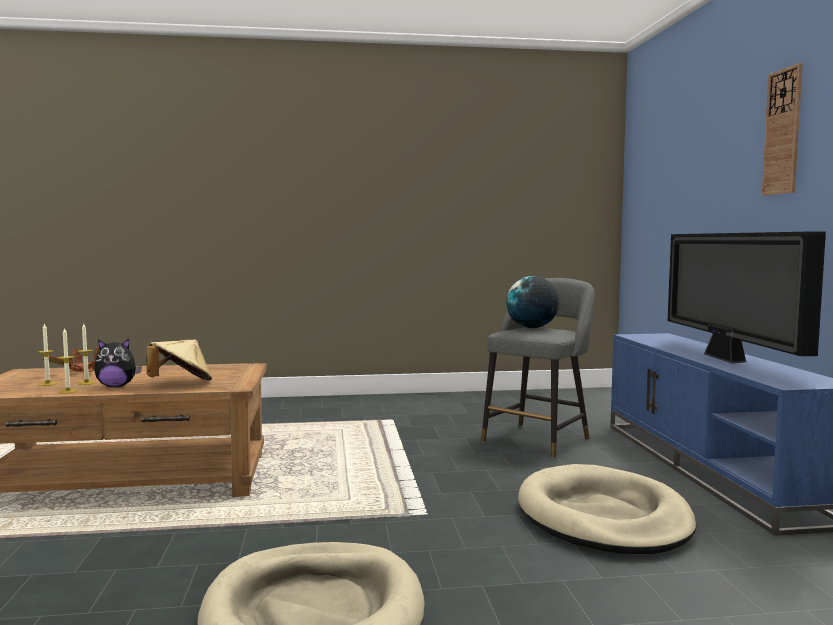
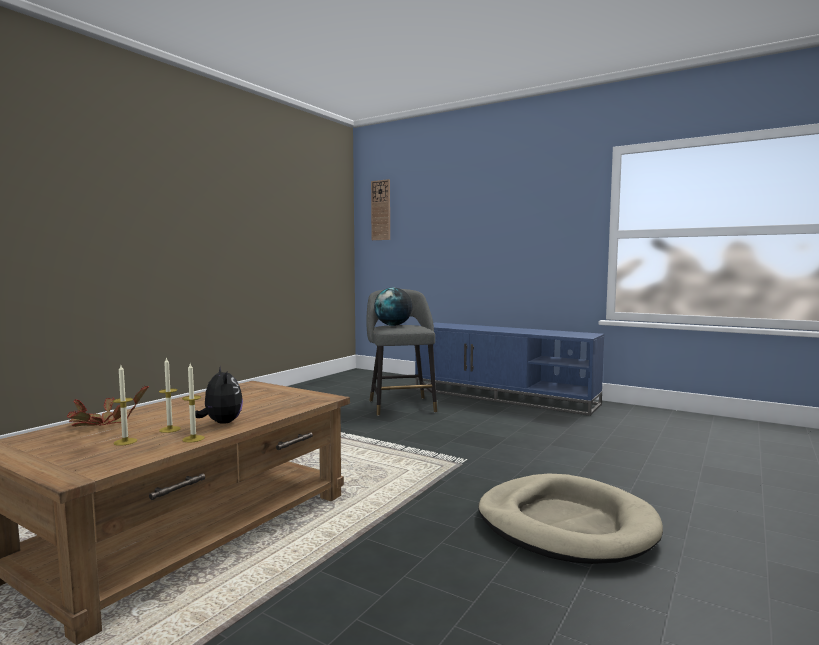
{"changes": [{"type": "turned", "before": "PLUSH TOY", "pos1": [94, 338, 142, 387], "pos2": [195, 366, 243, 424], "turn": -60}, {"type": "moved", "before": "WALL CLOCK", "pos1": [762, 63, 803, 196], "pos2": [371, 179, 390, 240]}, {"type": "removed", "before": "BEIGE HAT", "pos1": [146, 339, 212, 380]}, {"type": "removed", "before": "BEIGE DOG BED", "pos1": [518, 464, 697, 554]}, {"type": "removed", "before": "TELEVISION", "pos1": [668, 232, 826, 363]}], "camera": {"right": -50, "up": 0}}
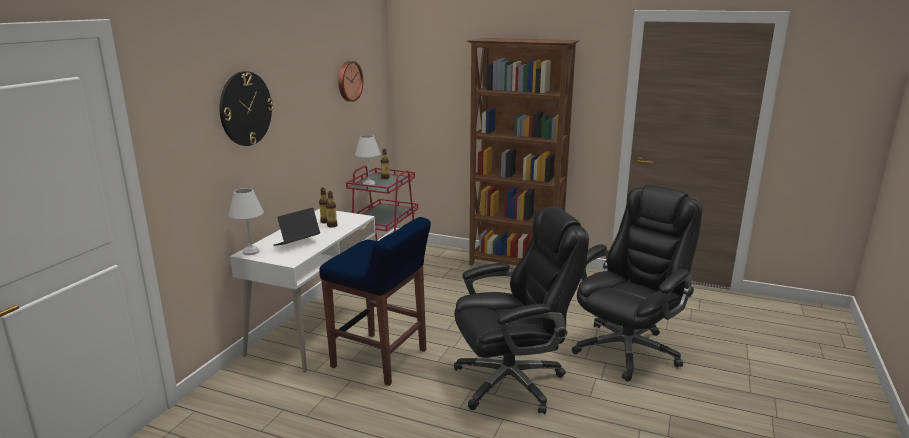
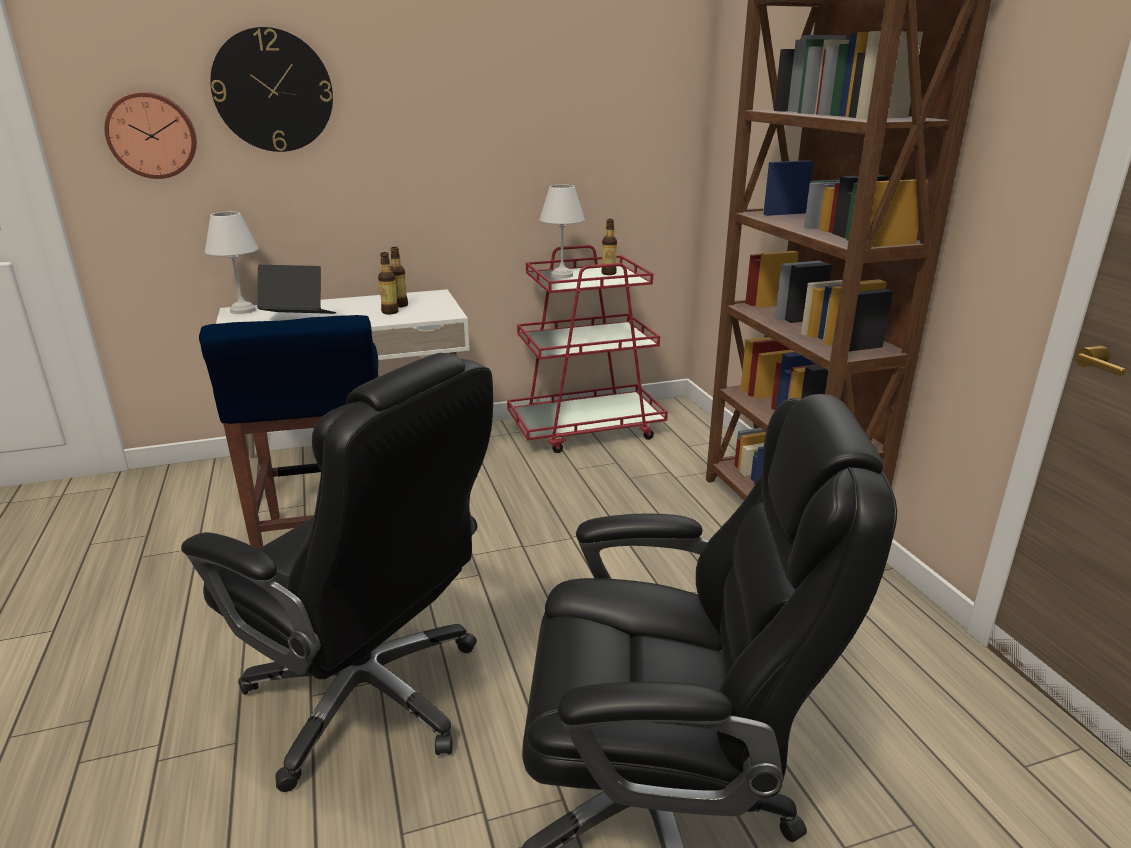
{"changes": [{"type": "moved", "before": "WALL CLOCK", "pos1": [338, 61, 363, 102], "pos2": [104, 92, 197, 179]}], "camera": {"right": 50, "up": 5}}
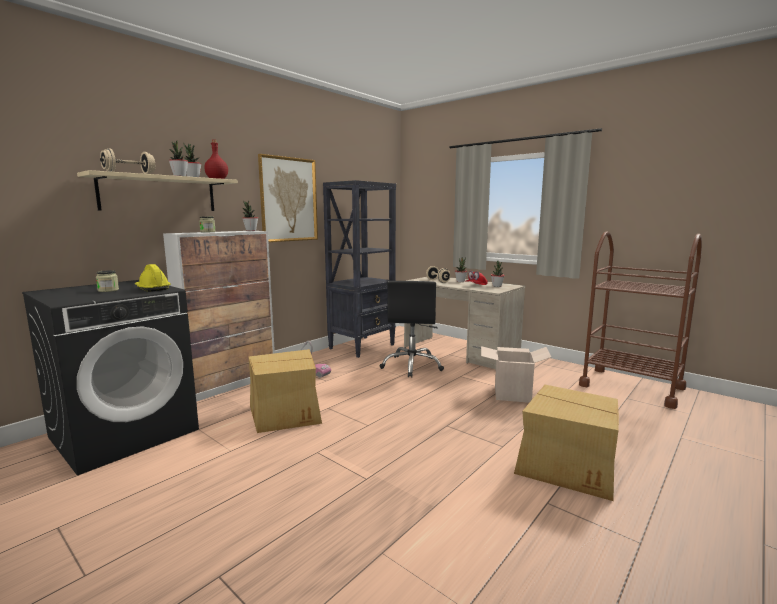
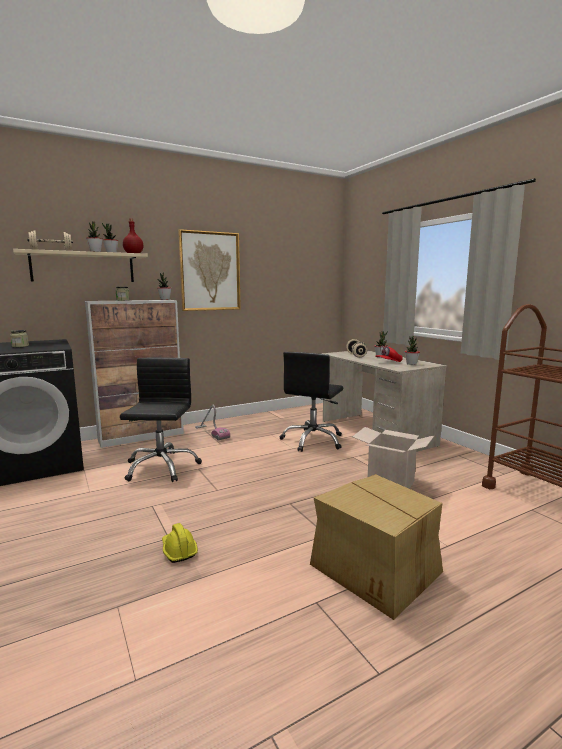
{"changes": [{"type": "replaced", "before": "CARDBOARD BOX", "after": "BLACK OFFICE CHAIR", "pos1": [249, 349, 322, 433], "pos2": [120, 358, 202, 482]}, {"type": "moved", "before": "YELLOW HARD HAT", "pos1": [135, 264, 171, 292], "pos2": [162, 523, 198, 563]}, {"type": "removed", "before": "BLACK BOOKCASE", "pos1": [323, 180, 396, 358]}], "camera": {"right": 20, "up": 0}}
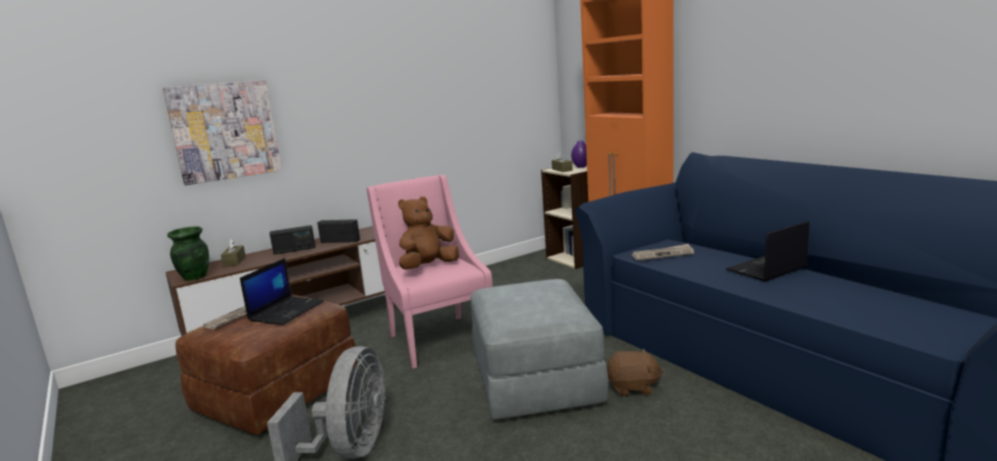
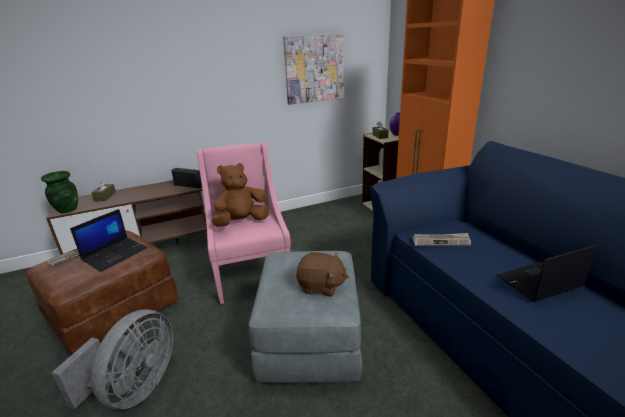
{"changes": [{"type": "moved", "before": "PICTURE", "pos1": [163, 80, 282, 185], "pos2": [283, 34, 344, 105]}, {"type": "moved", "before": "BROWN PLUSH TOY", "pos1": [607, 349, 663, 396], "pos2": [296, 252, 349, 297]}, {"type": "removed", "before": "RADIO", "pos1": [270, 225, 316, 255]}], "camera": {"right": 10, "up": 10}}
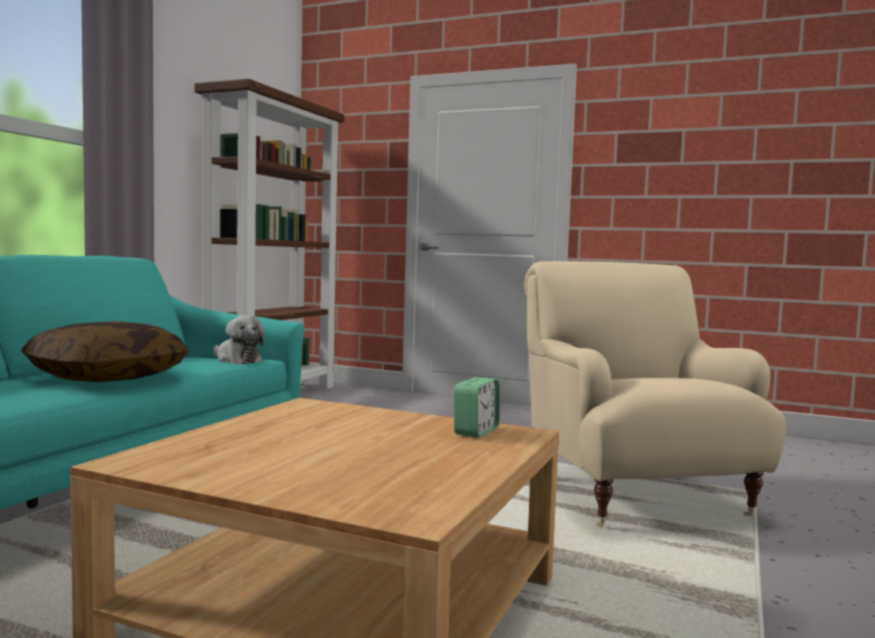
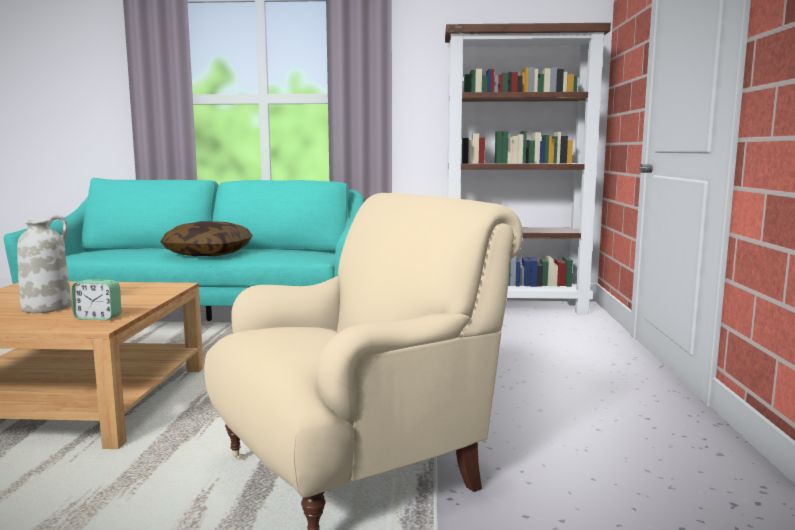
{"changes": [{"type": "added", "after": "WHITE VASE", "pos2": [17, 215, 72, 313]}, {"type": "removed", "before": "PLUSH TOY", "pos1": [213, 315, 264, 364]}], "camera": {"right": 70, "up": 5}}
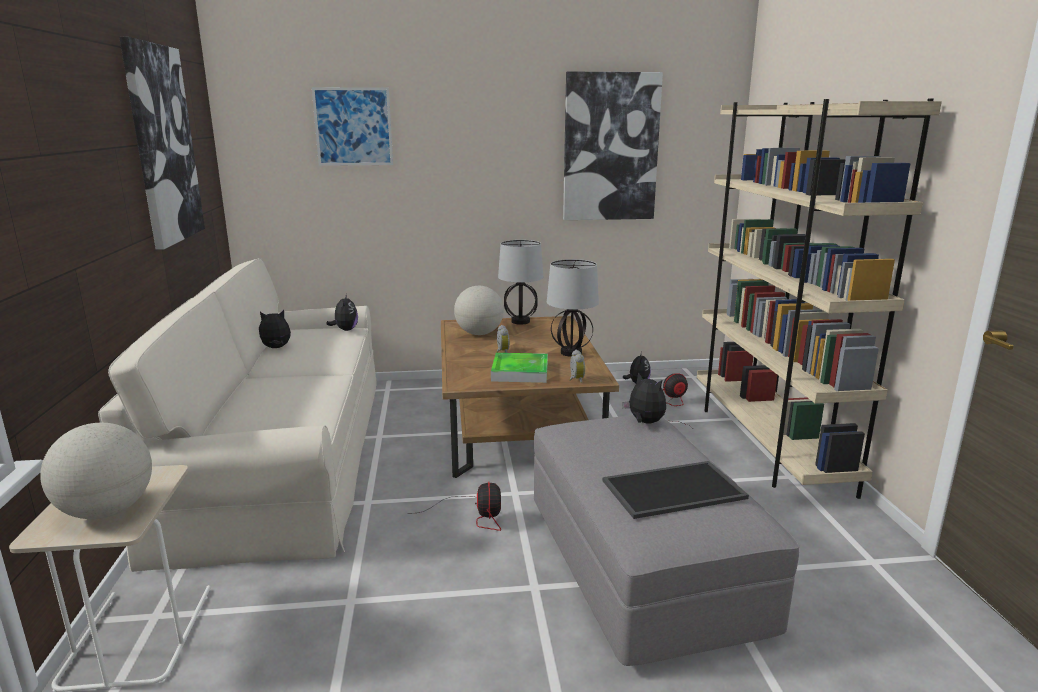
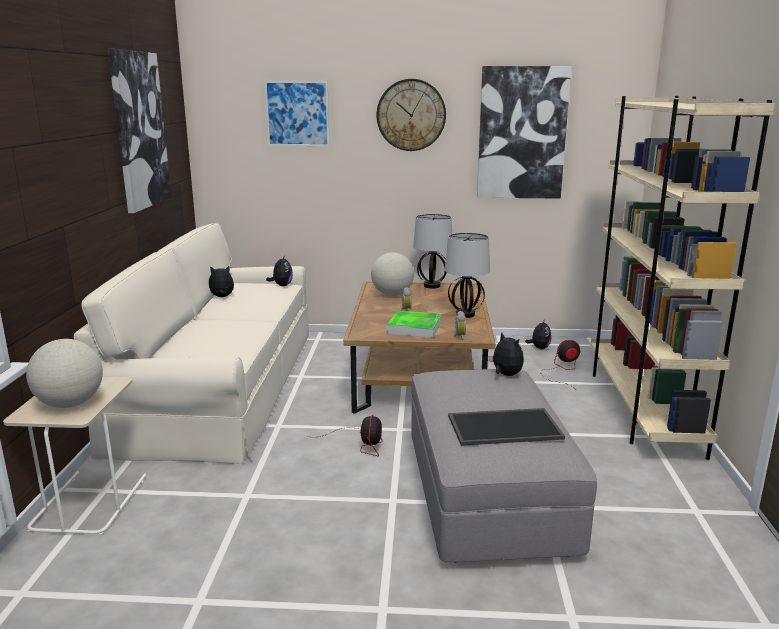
{"changes": [{"type": "added", "after": "WALL CLOCK", "pos2": [377, 79, 446, 151]}], "camera": {"right": 10, "up": 0}}
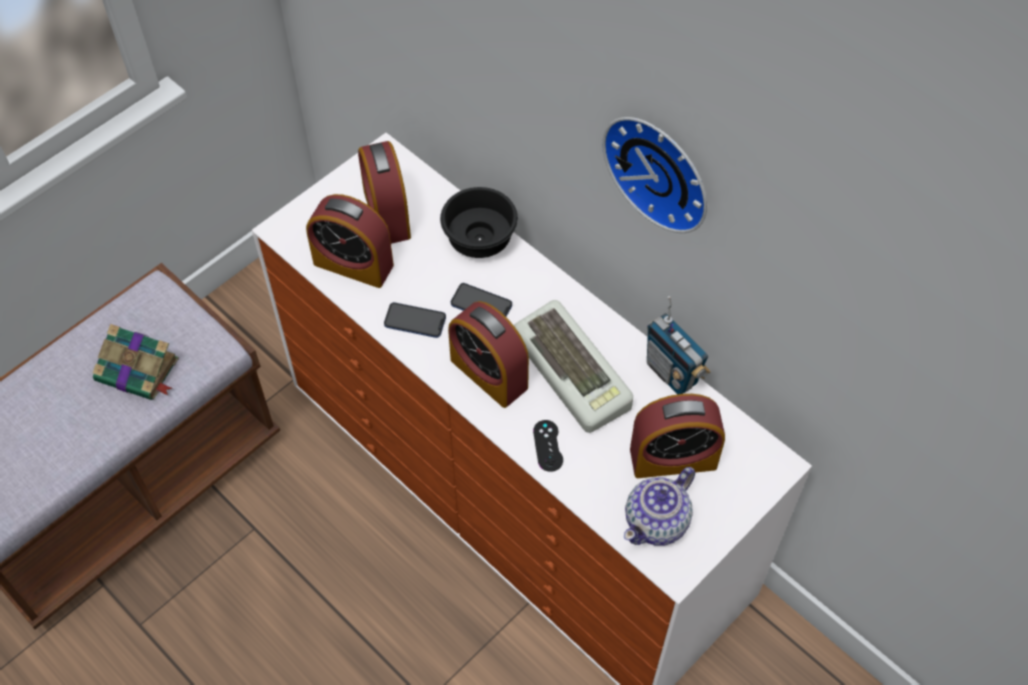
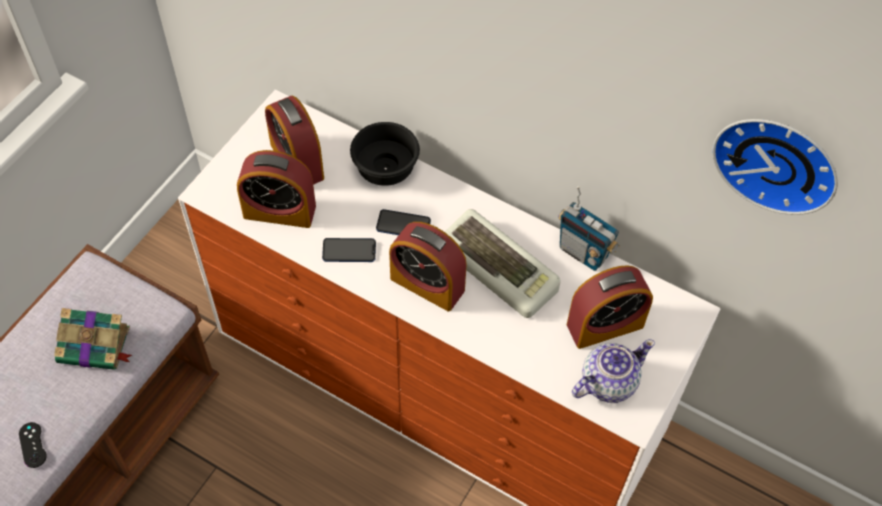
{"changes": [{"type": "moved", "before": "BLACK GAME CONTROLLER", "pos1": [533, 420, 563, 472], "pos2": [19, 422, 47, 468]}, {"type": "turned", "before": "TEAPOT", "pos1": [624, 467, 695, 546], "pos2": [572, 339, 655, 403], "turn": -150}, {"type": "moved", "before": "WALL CLOCK", "pos1": [602, 117, 707, 233], "pos2": [712, 119, 838, 215]}], "camera": {"right": -15, "up": 0}}
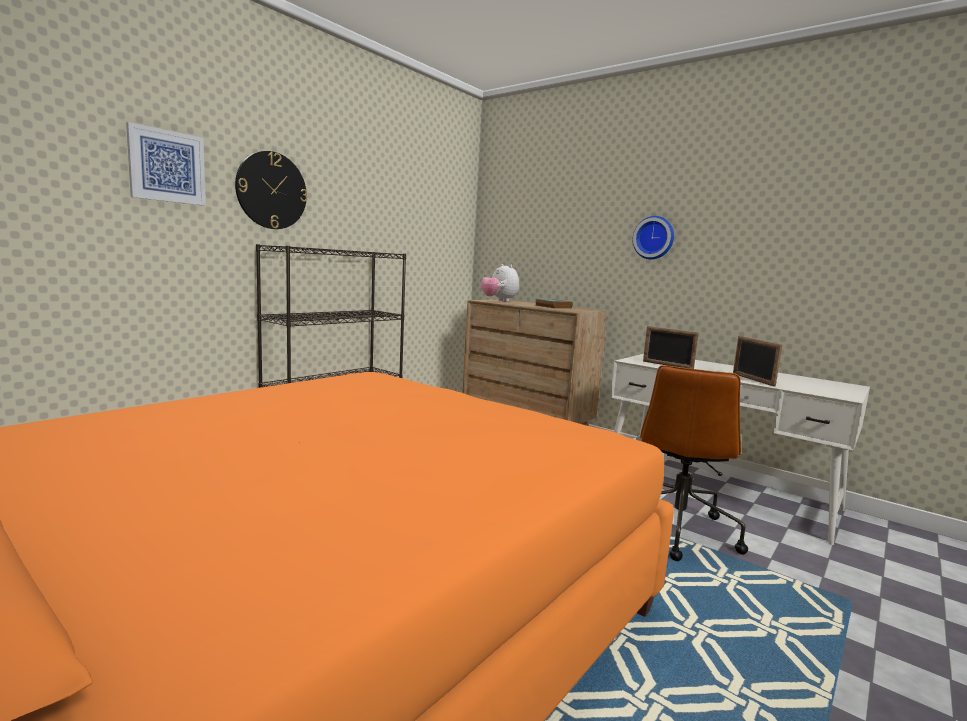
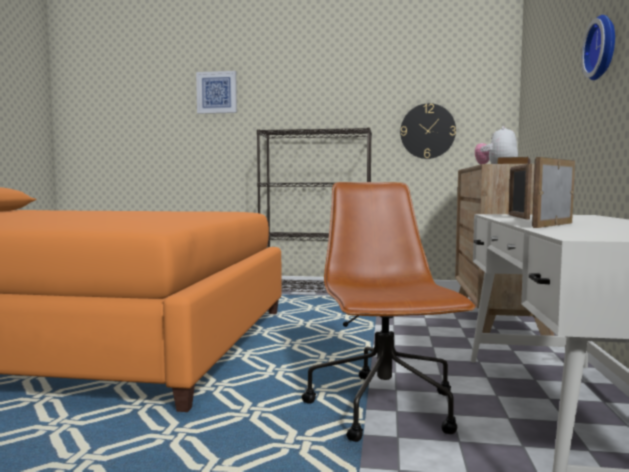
{"changes": [{"type": "turned", "before": "BROWN OFFICE CHAIR", "pos1": [640, 365, 748, 561], "pos2": [302, 182, 476, 442], "turn": 90}, {"type": "moved", "before": "WALL CLOCK", "pos1": [235, 151, 308, 229], "pos2": [400, 103, 456, 159]}], "camera": {"right": 60, "up": -5}}
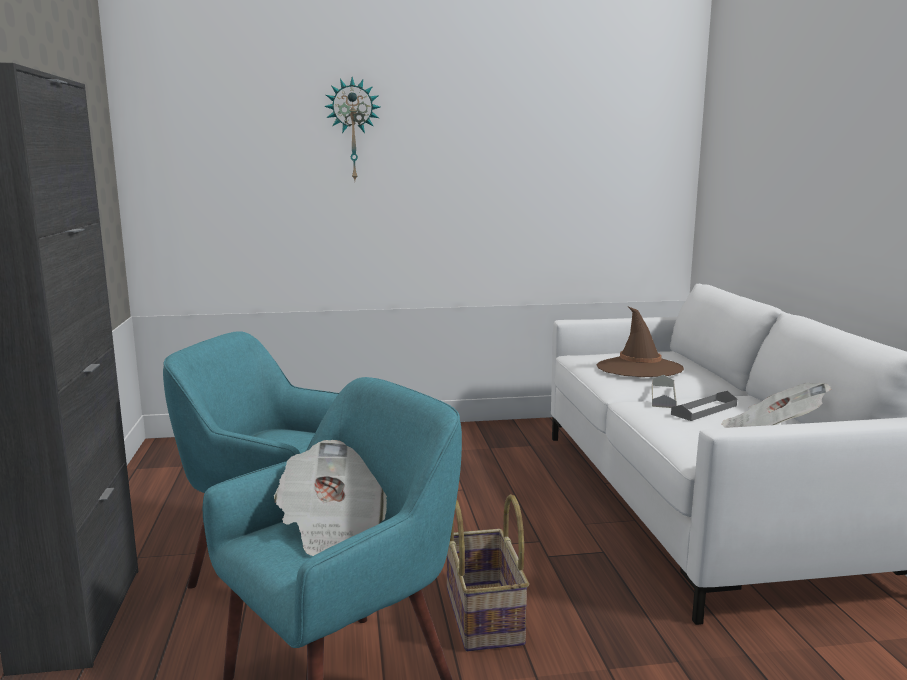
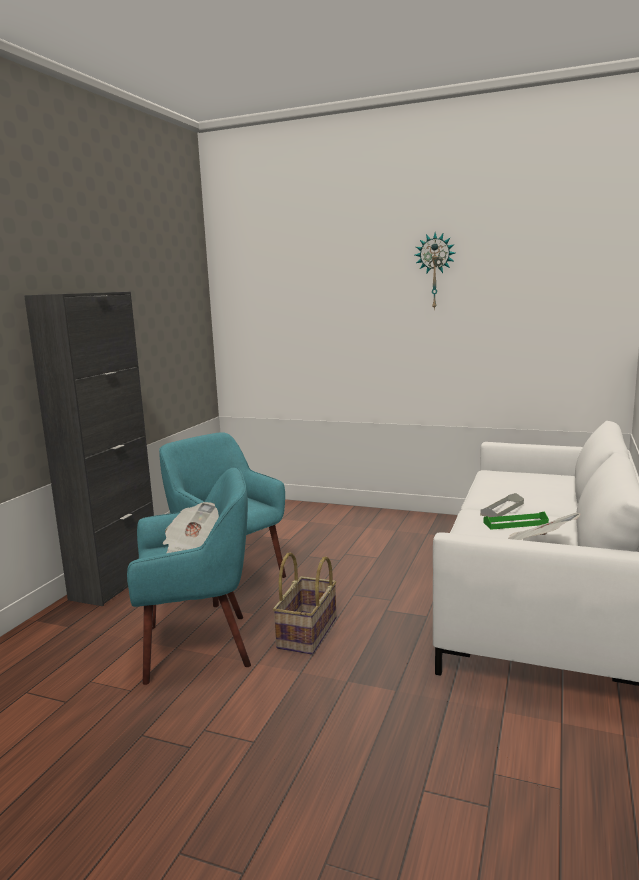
{"changes": [{"type": "moved", "before": "WALL CLOCK", "pos1": [324, 77, 380, 180], "pos2": [415, 232, 455, 310]}, {"type": "recoloured", "before": "GREY TRAY", "after": "GREEN TRAY", "pos1": [671, 391, 737, 421], "pos2": [484, 511, 549, 530]}, {"type": "removed", "before": "BROWN HAT", "pos1": [597, 307, 684, 377]}], "camera": {"right": 30, "up": 0}}
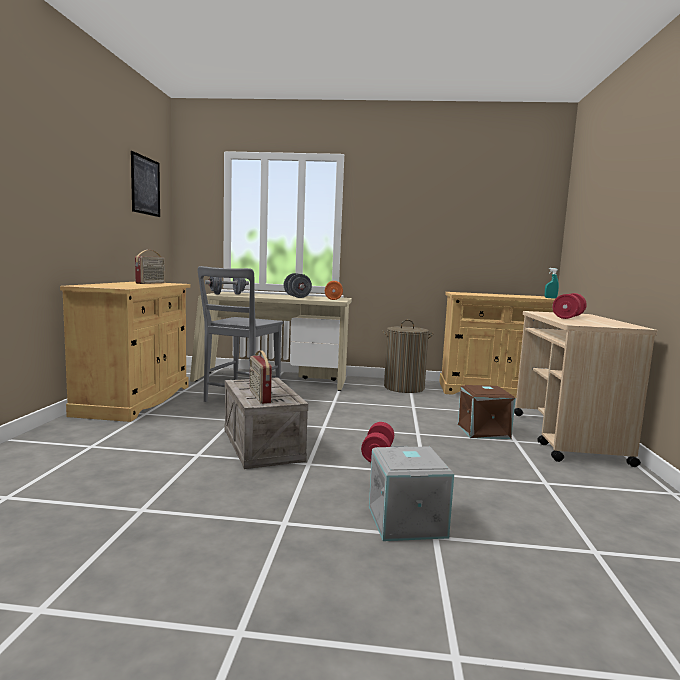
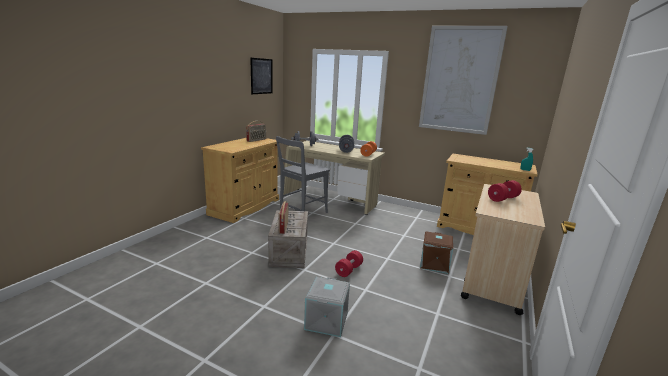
{"changes": [{"type": "added", "after": "PICTURE", "pos2": [419, 26, 508, 135]}, {"type": "removed", "before": "LAUNDRY BASKET", "pos1": [382, 319, 434, 393]}], "camera": {"right": 20, "up": 10}}
